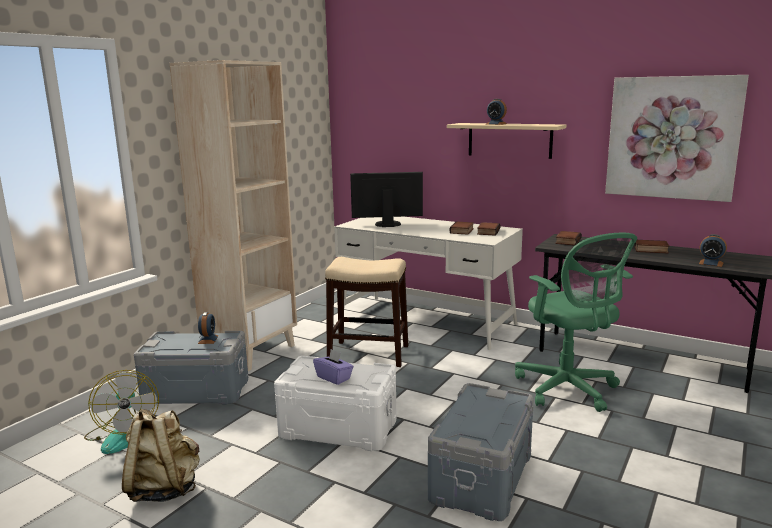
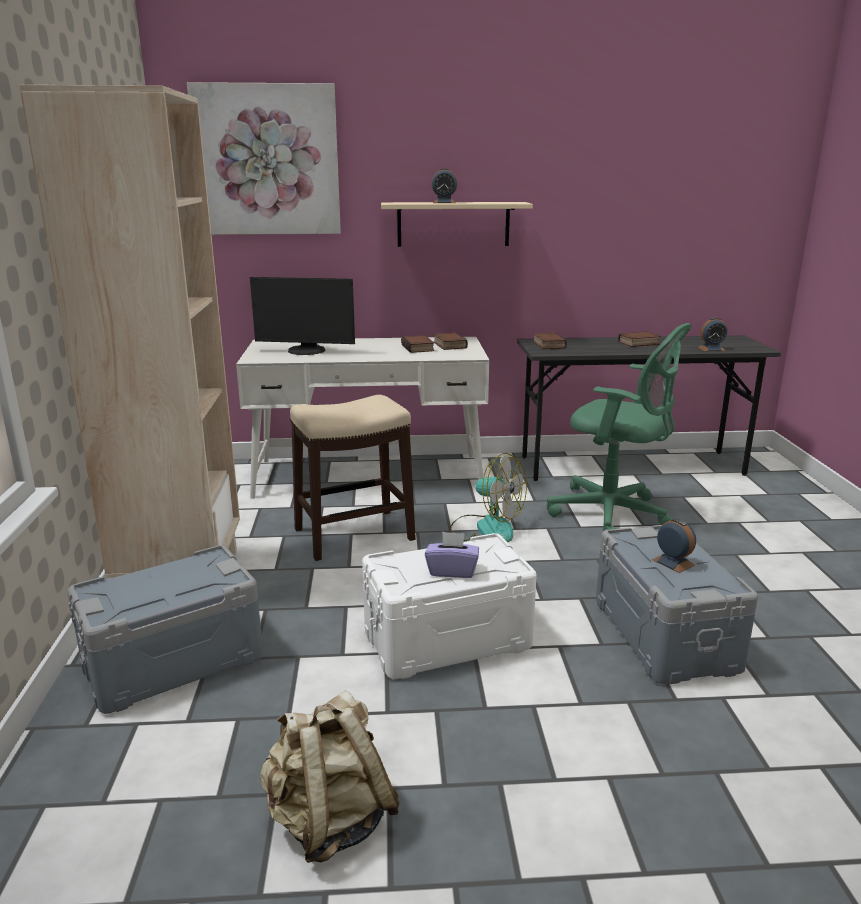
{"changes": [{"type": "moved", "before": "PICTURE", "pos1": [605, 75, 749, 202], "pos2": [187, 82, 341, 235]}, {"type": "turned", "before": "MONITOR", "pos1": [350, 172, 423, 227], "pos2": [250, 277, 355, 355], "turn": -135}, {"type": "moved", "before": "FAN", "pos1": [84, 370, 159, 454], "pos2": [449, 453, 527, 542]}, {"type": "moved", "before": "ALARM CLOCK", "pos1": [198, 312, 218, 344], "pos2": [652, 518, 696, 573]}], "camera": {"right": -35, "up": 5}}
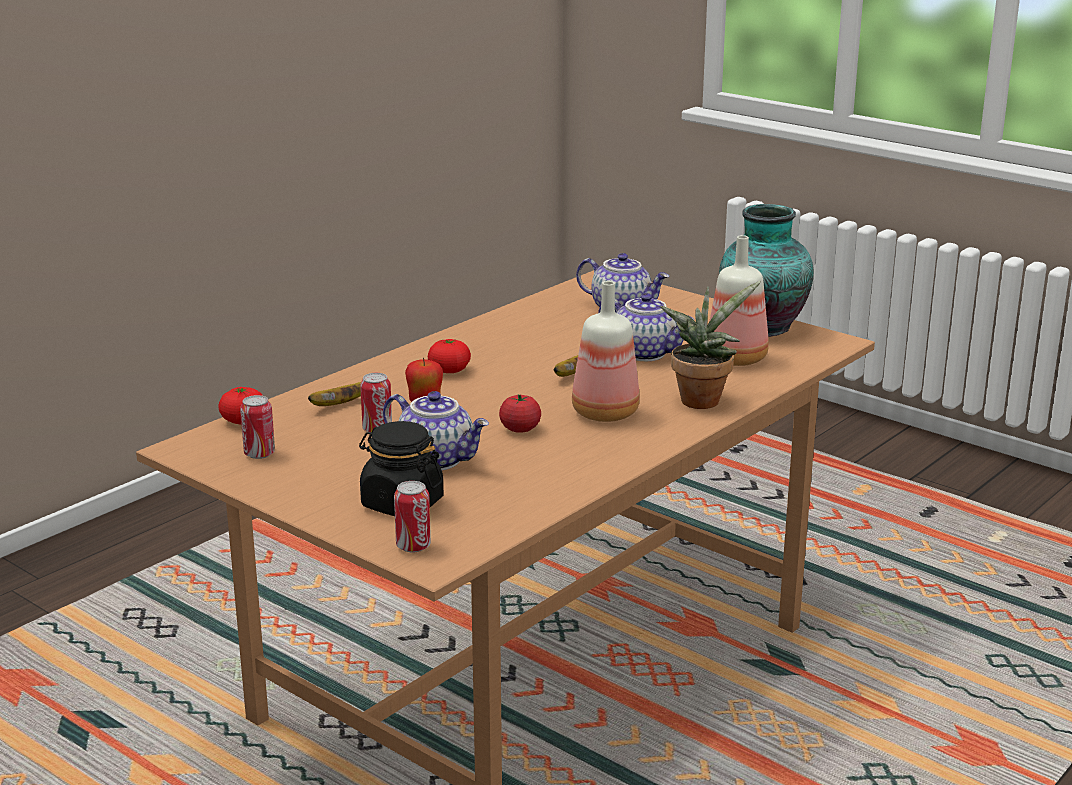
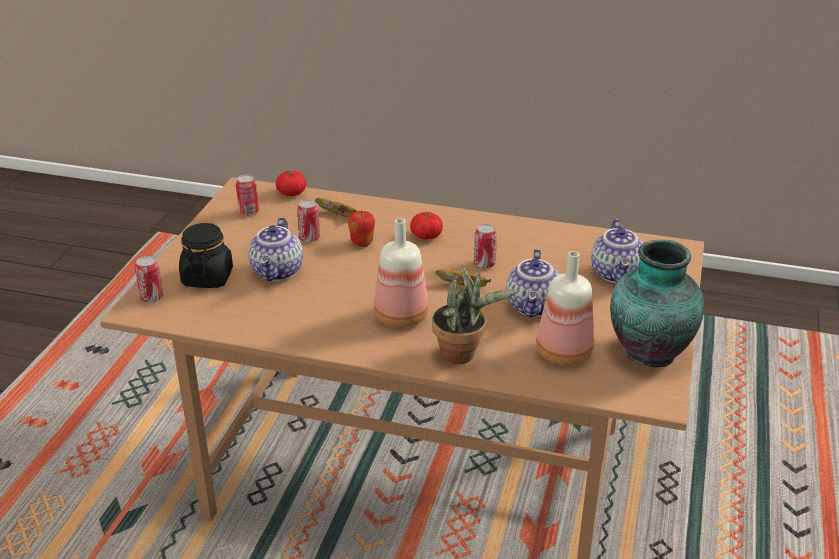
{"changes": [{"type": "added", "after": "CAN", "pos2": [474, 224, 497, 268]}, {"type": "removed", "before": "TOMATO", "pos1": [499, 395, 541, 433]}], "camera": {"right": 65, "up": 10}}
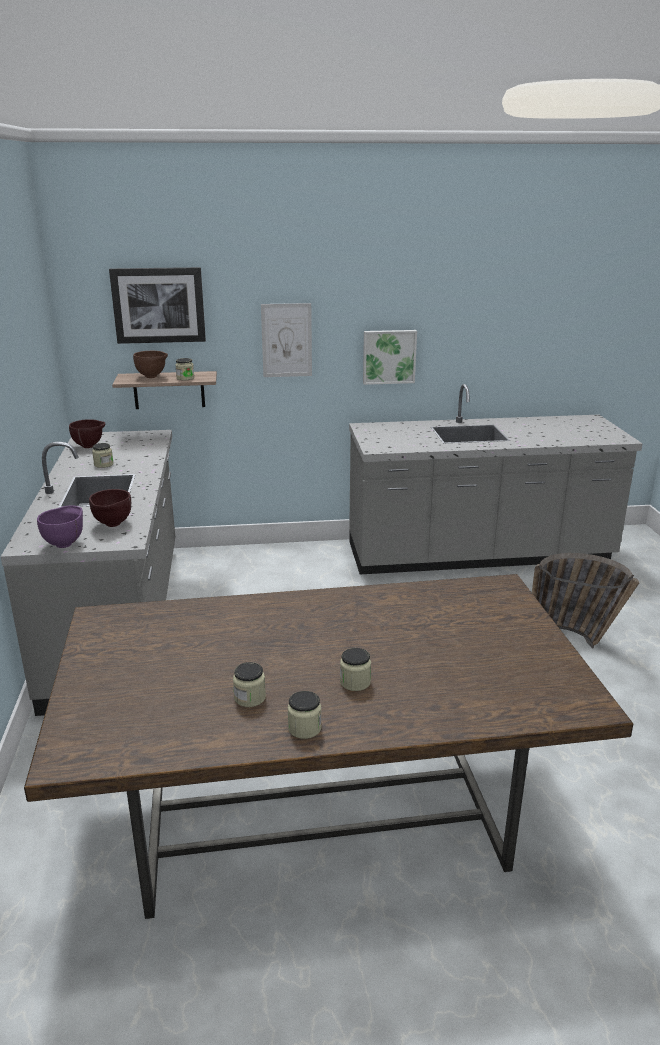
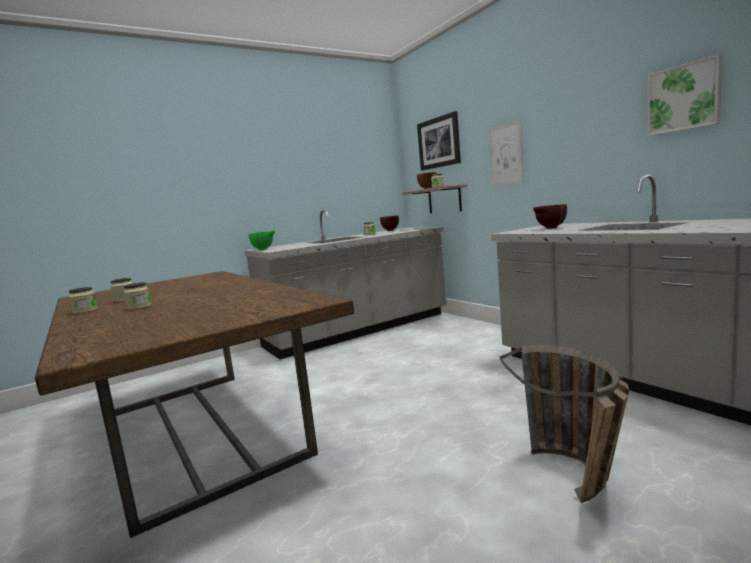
{"changes": [{"type": "recoloured", "before": "PURPLE BOWL", "after": "GREEN BOWL", "pos1": [37, 505, 83, 548], "pos2": [249, 231, 275, 250]}, {"type": "moved", "before": "BROWN BOWL", "pos1": [89, 489, 131, 527], "pos2": [533, 204, 567, 229]}, {"type": "moved", "before": "PICTURE", "pos1": [363, 330, 417, 385], "pos2": [647, 54, 722, 136]}], "camera": {"right": 65, "up": -15}}
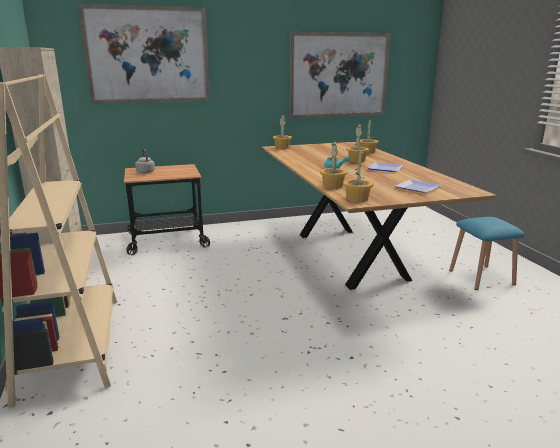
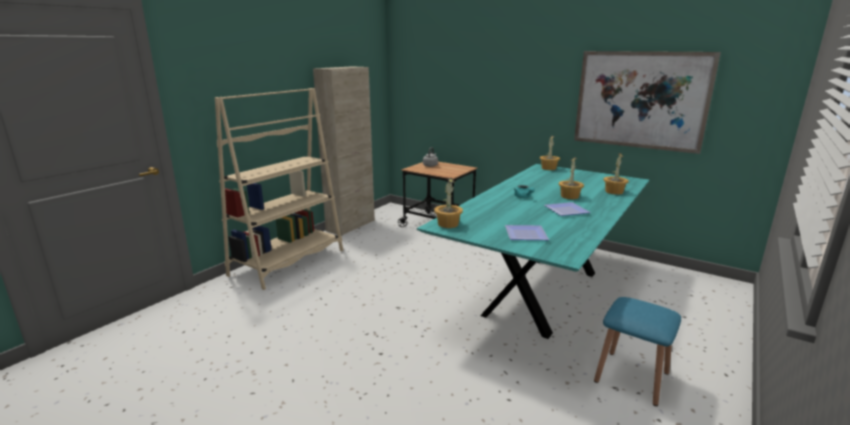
{"changes": [{"type": "recoloured", "before": "BROWN DINING TABLE", "after": "TURQUOISE DINING TABLE", "pos1": [262, 142, 497, 290], "pos2": [417, 164, 650, 339]}, {"type": "removed", "before": "PICTURE", "pos1": [78, 4, 210, 104]}, {"type": "removed", "before": "POTTED PLANT", "pos1": [320, 141, 348, 189]}], "camera": {"right": 50, "up": 0}}
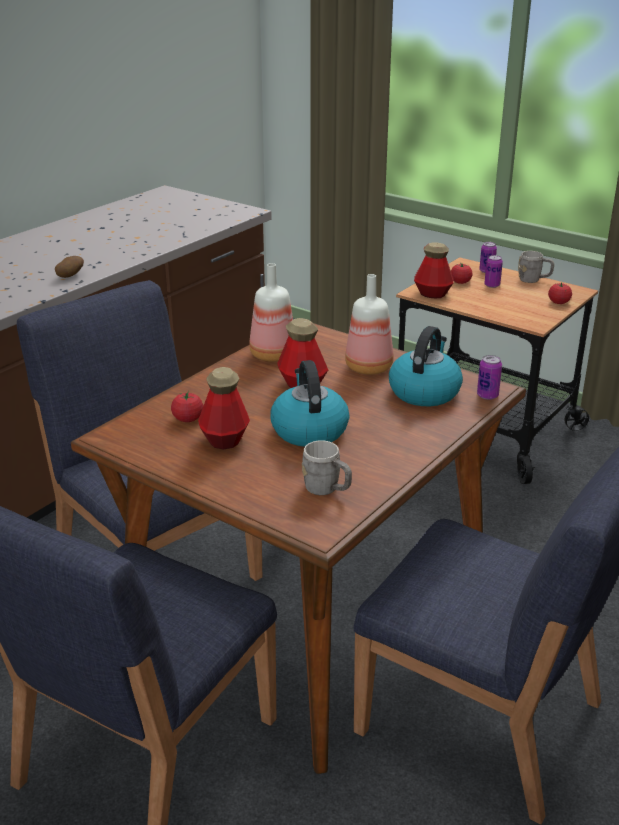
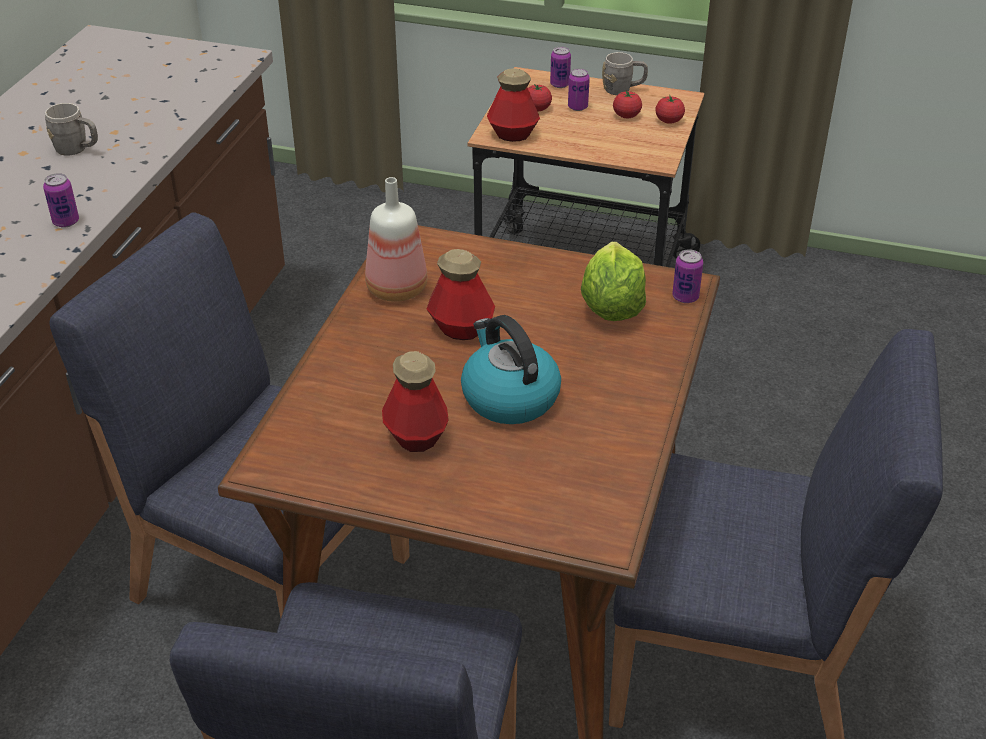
{"changes": [{"type": "replaced", "before": "POTATO", "after": "CAN", "pos1": [55, 256, 84, 278], "pos2": [43, 173, 79, 228]}, {"type": "moved", "before": "GREY MUG", "pos1": [302, 440, 352, 495], "pos2": [45, 103, 98, 156]}, {"type": "replaced", "before": "KETTLE", "after": "LETTUCE", "pos1": [389, 326, 463, 406], "pos2": [581, 242, 646, 321]}, {"type": "moved", "before": "TOMATO", "pos1": [171, 391, 203, 422], "pos2": [613, 91, 642, 118]}, {"type": "removed", "before": "BOTTLE", "pos1": [345, 274, 394, 375]}], "camera": {"right": -20, "up": 10}}
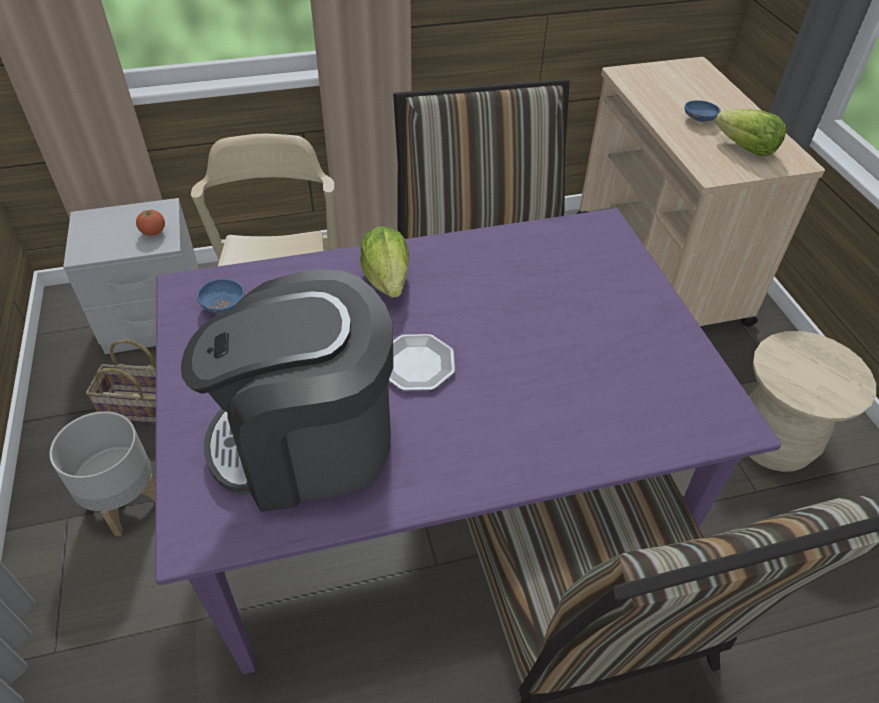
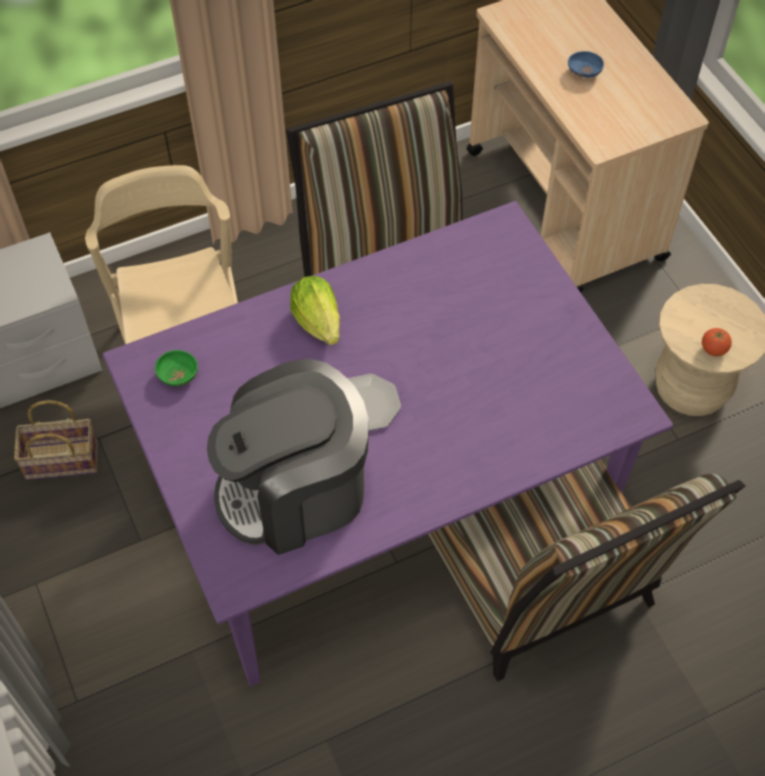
{"changes": [{"type": "recoloured", "before": "BLUE BOWL", "after": "GREEN BOWL", "pos1": [197, 279, 245, 314], "pos2": [155, 350, 198, 386]}, {"type": "moved", "before": "TOMATO", "pos1": [136, 209, 165, 236], "pos2": [702, 328, 732, 356]}, {"type": "removed", "before": "GREY PLANTER", "pos1": [49, 411, 155, 536]}, {"type": "removed", "before": "LETTUCE", "pos1": [715, 109, 786, 156]}], "camera": {"right": -10, "up": 10}}
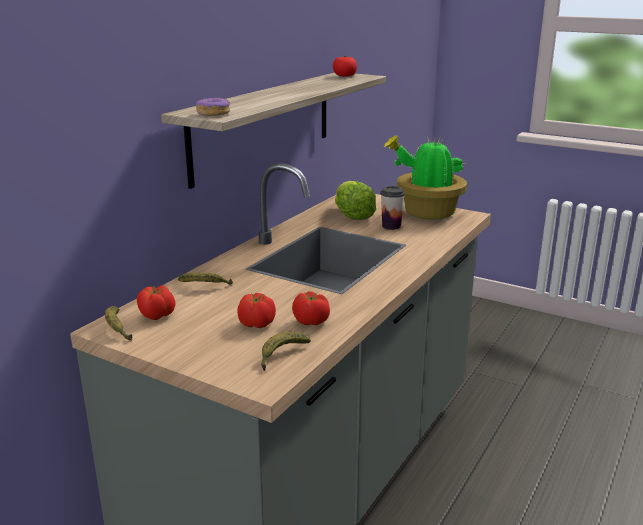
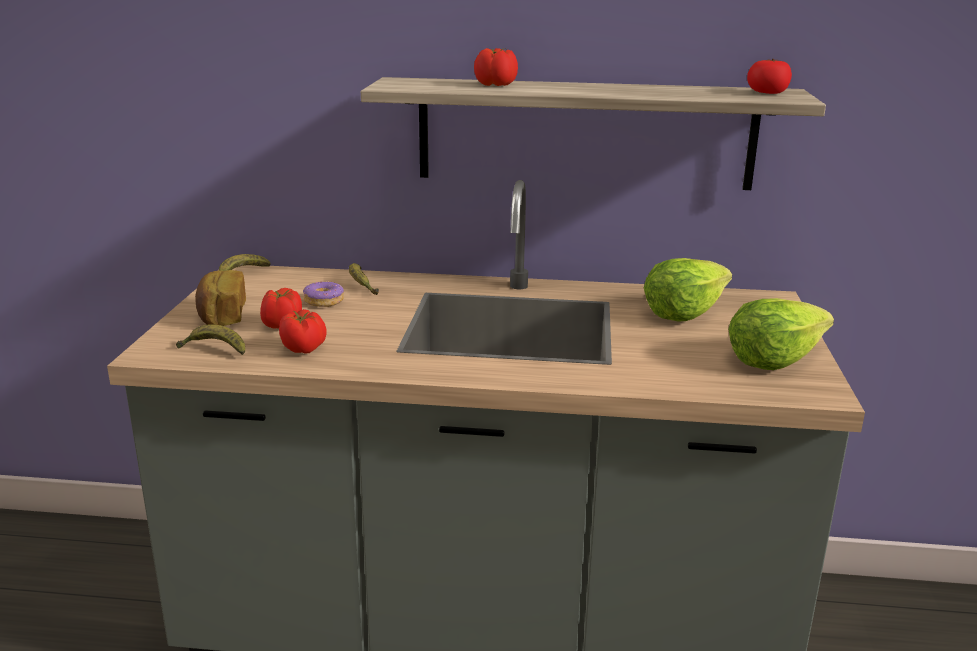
{"changes": [{"type": "added", "after": "BREAD", "pos2": [195, 270, 246, 326]}, {"type": "moved", "before": "DONUT", "pos1": [196, 97, 230, 116], "pos2": [303, 281, 344, 307]}, {"type": "moved", "before": "TOMATO", "pos1": [137, 285, 175, 320], "pos2": [474, 48, 518, 86]}, {"type": "replaced", "before": "POTTED PLANT", "after": "LETTUCE", "pos1": [384, 135, 467, 219], "pos2": [728, 298, 834, 370]}, {"type": "removed", "before": "CUP", "pos1": [380, 186, 405, 230]}], "camera": {"right": 65, "up": 0}}
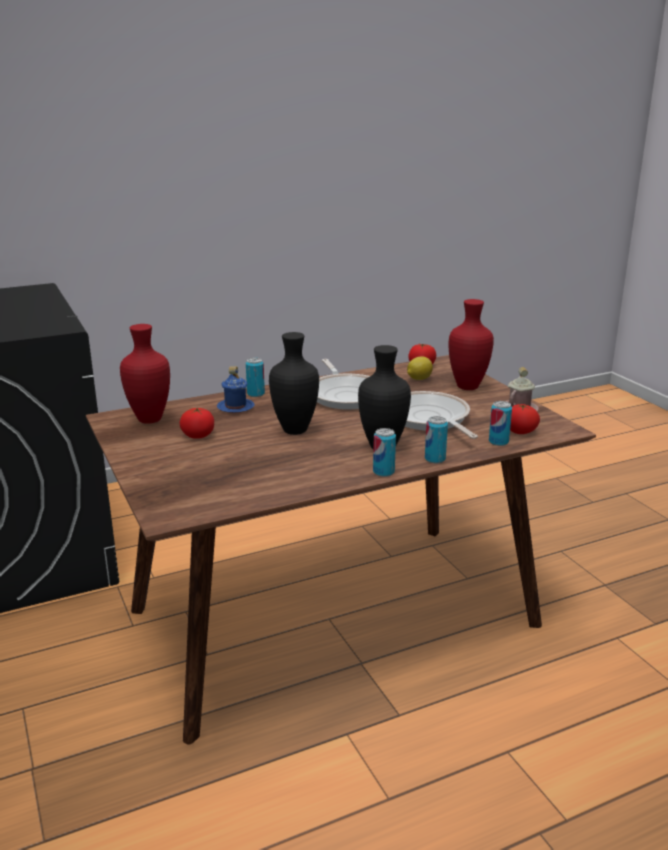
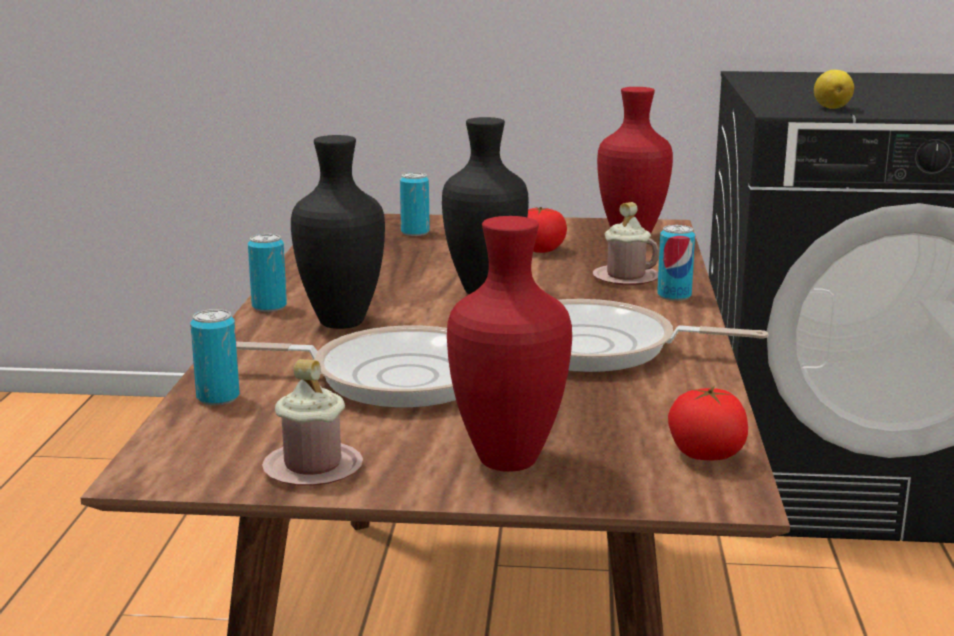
{"changes": [{"type": "moved", "before": "CAN", "pos1": [425, 416, 448, 464], "pos2": [400, 172, 430, 236]}, {"type": "recoloured", "before": "BLUE MUG", "after": "PINK MUG", "pos1": [217, 366, 255, 413], "pos2": [593, 202, 659, 285]}, {"type": "moved", "before": "LEMON", "pos1": [407, 356, 433, 380], "pos2": [814, 70, 854, 109]}, {"type": "removed", "before": "TOMATO", "pos1": [510, 404, 540, 434]}], "camera": {"right": 120, "up": -5}}
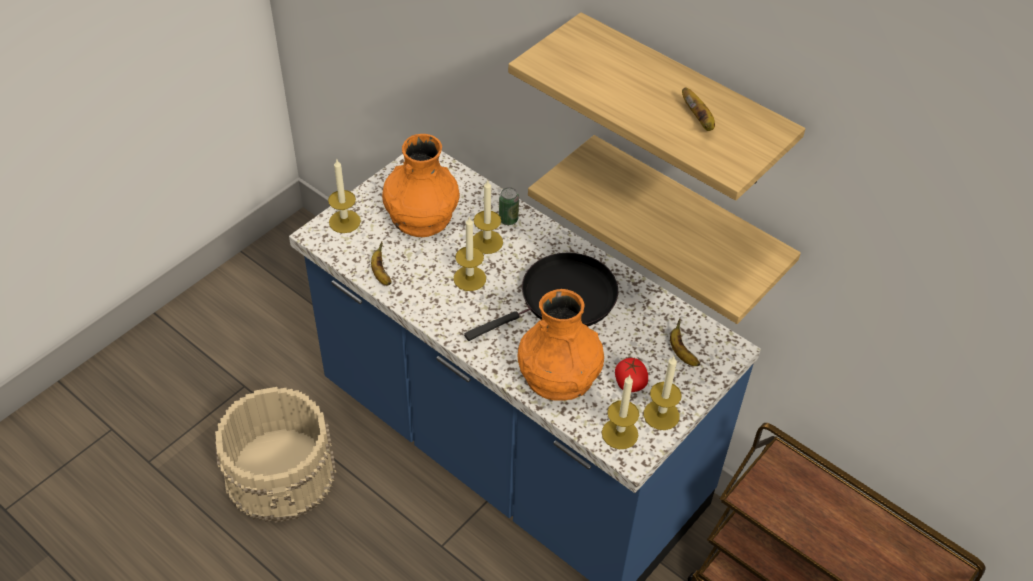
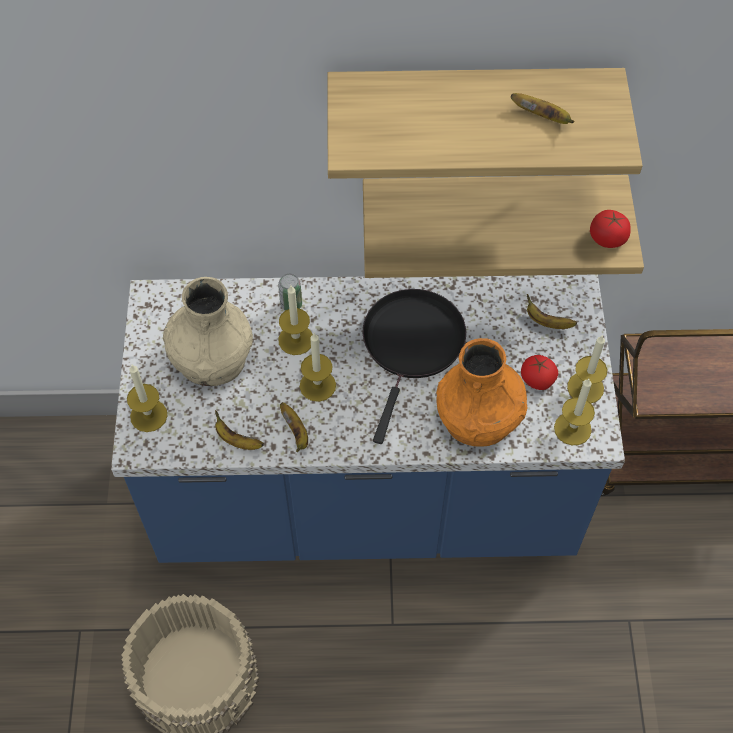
{"changes": [{"type": "recoloured", "before": "ORANGE VASE", "after": "BEIGE VASE", "pos1": [382, 134, 460, 237], "pos2": [163, 277, 253, 386]}, {"type": "added", "after": "BANANA", "pos2": [280, 402, 308, 452]}, {"type": "added", "after": "TOMATO", "pos2": [590, 210, 631, 248]}], "camera": {"right": -40, "up": 10}}
